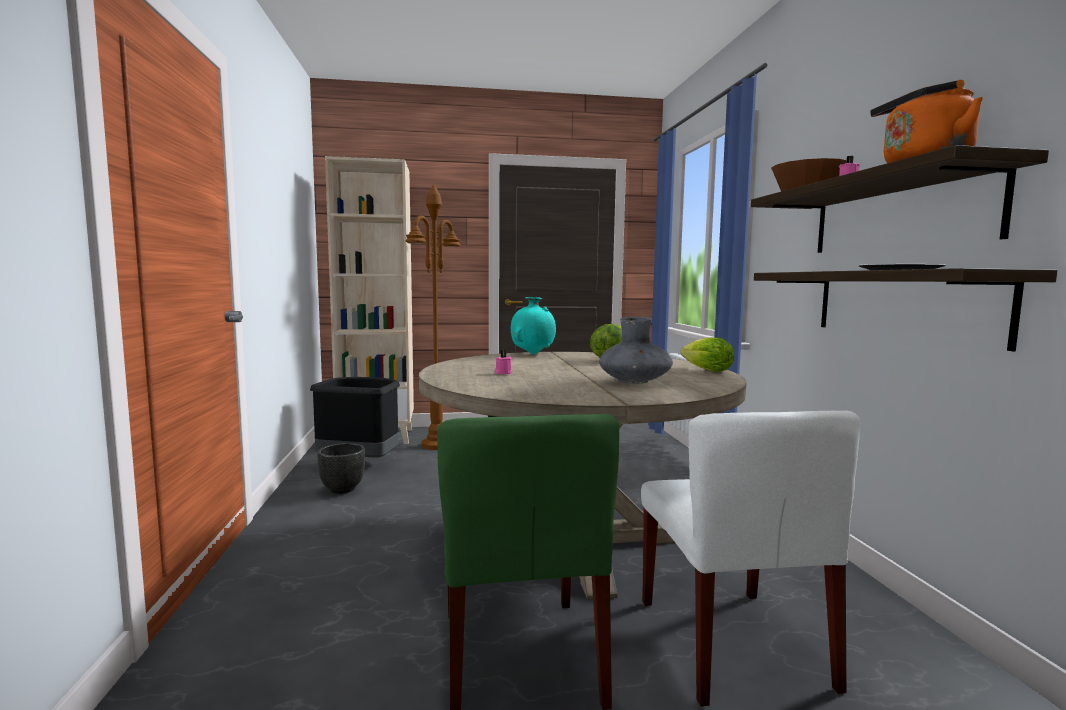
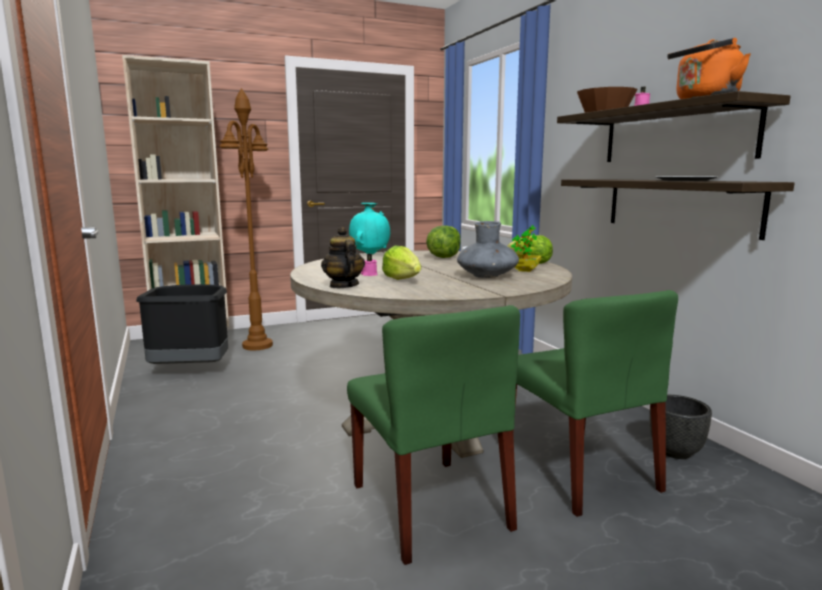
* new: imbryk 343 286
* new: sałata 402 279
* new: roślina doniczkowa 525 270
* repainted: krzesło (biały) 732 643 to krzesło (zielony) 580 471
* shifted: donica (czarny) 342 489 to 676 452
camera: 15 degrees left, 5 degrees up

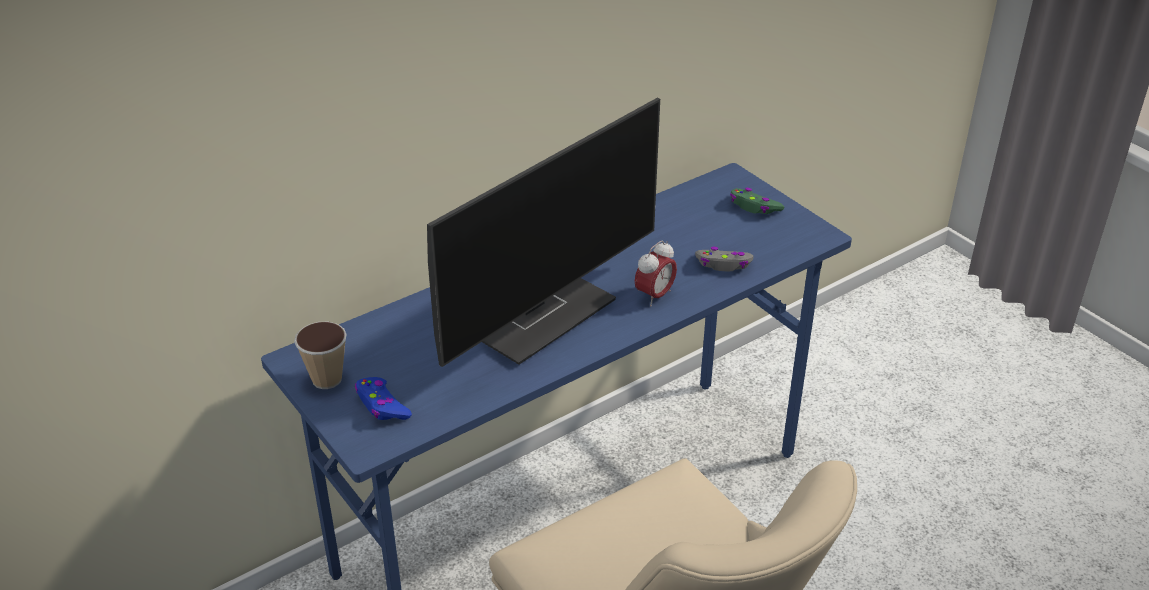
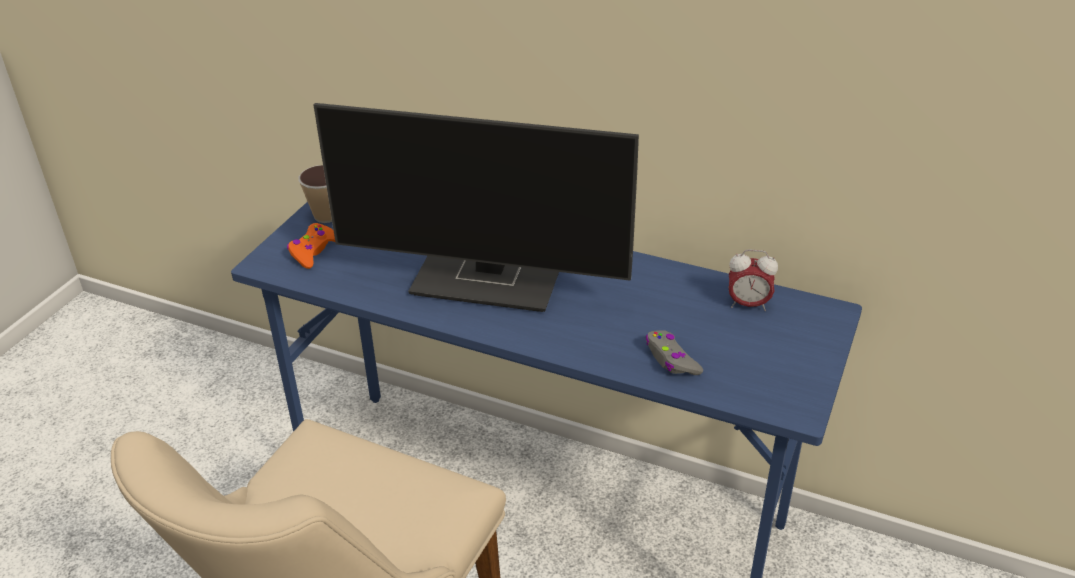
* repainted: pad do gier (niebieski) 382 406 to pad do gier (pomarańczowy) 314 251
* shifted: budzik 654 296 to 748 304
* gone: pad do gier (zielony) 754 207
camera: 60 degrees right, 0 degrees up

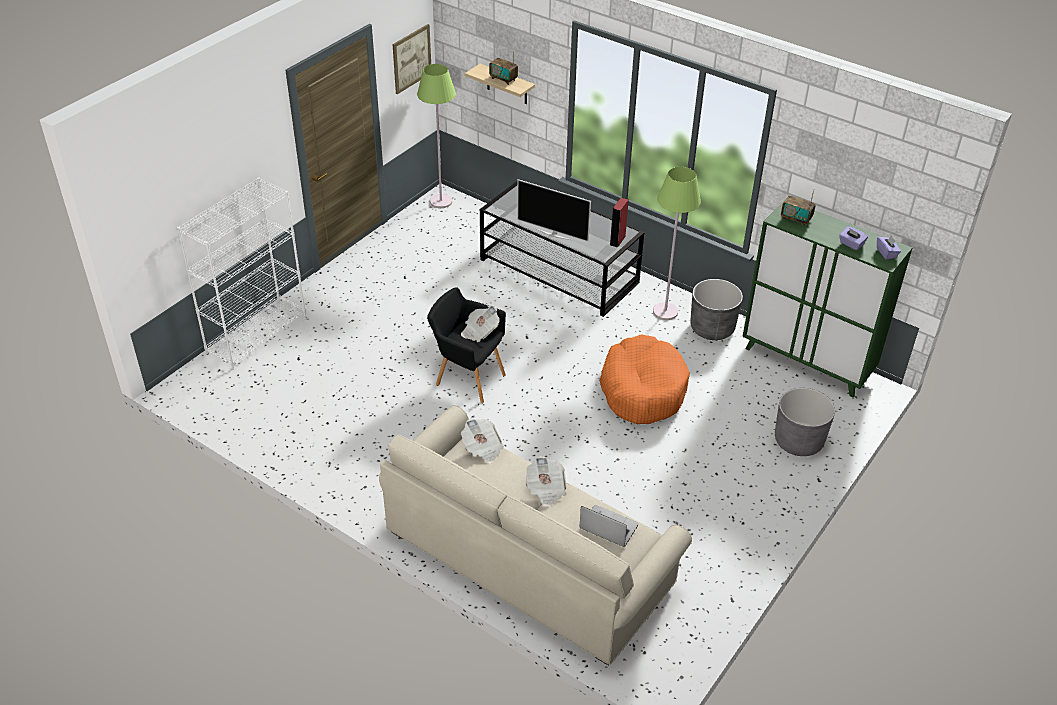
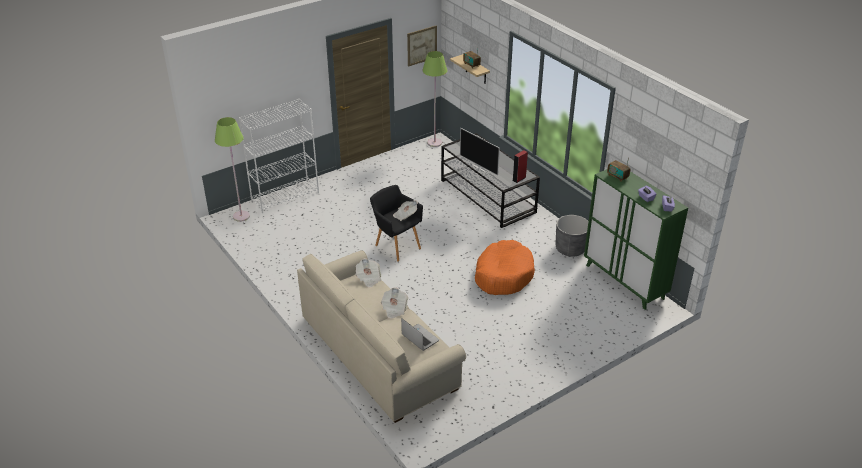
* shifted: lampa stojąca (zielony) 665 312 to 241 216
* gone: donica (szary) 798 441
camera: 20 degrees right, 5 degrees down

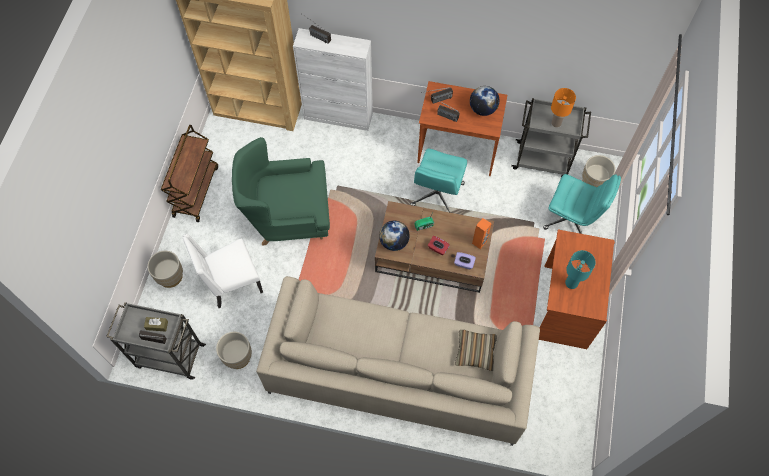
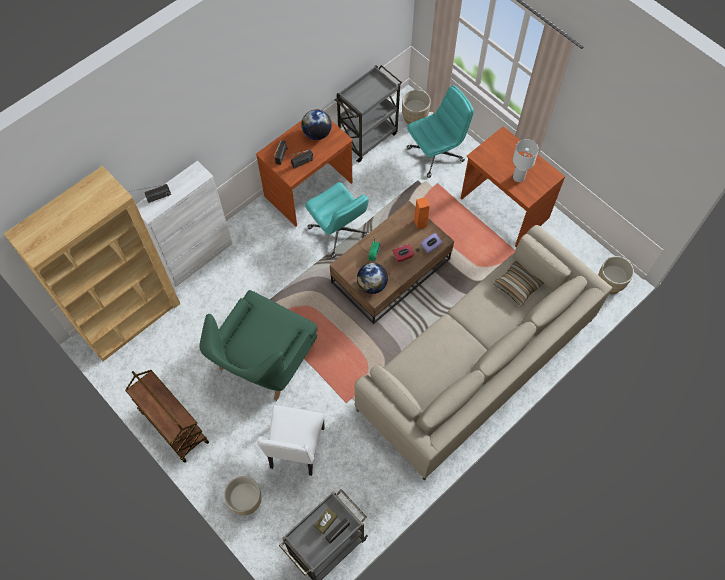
* repainted: lampa stołowa (turkusowy) 571 283 to lampa stołowa (biały) 518 177
* shifted: donica (beżowy) 237 356 to 610 283
* gone: lampa stołowa (pomarańczowy) 556 123
camera: 55 degrees left, 0 degrees up

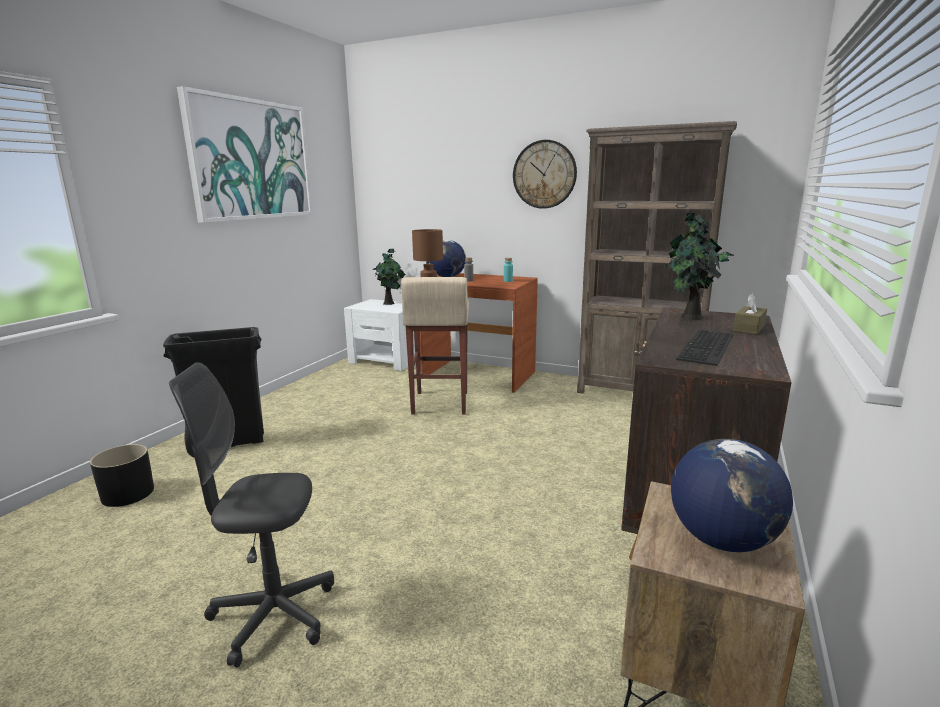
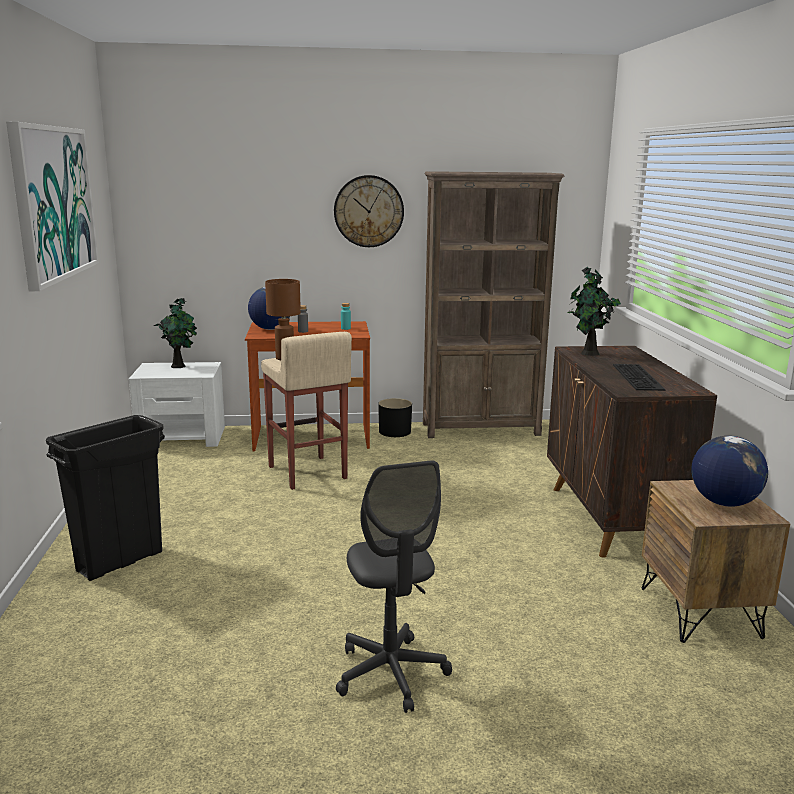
* rotated: krzesło biurowe (szary) 273 615 = 391 673 75 degrees counterclockwise
* shifted: donica (czarny) 128 494 to 395 432
* gone: pudełko chusteczek (brązowy) 749 328
camera: 30 degrees left, 0 degrees up

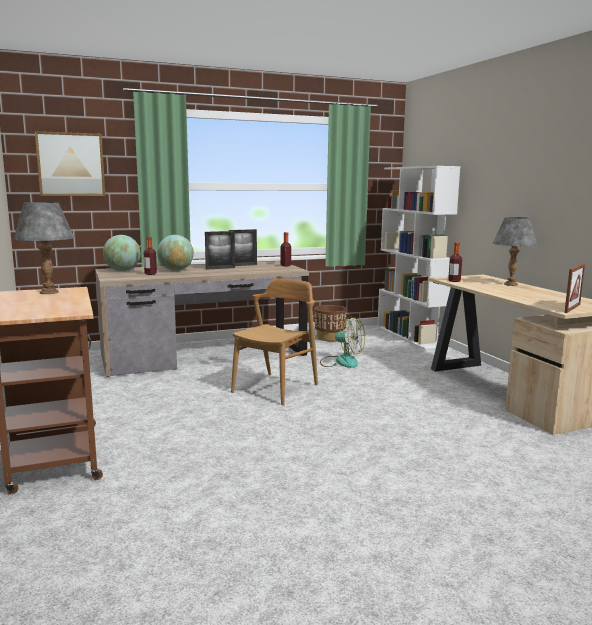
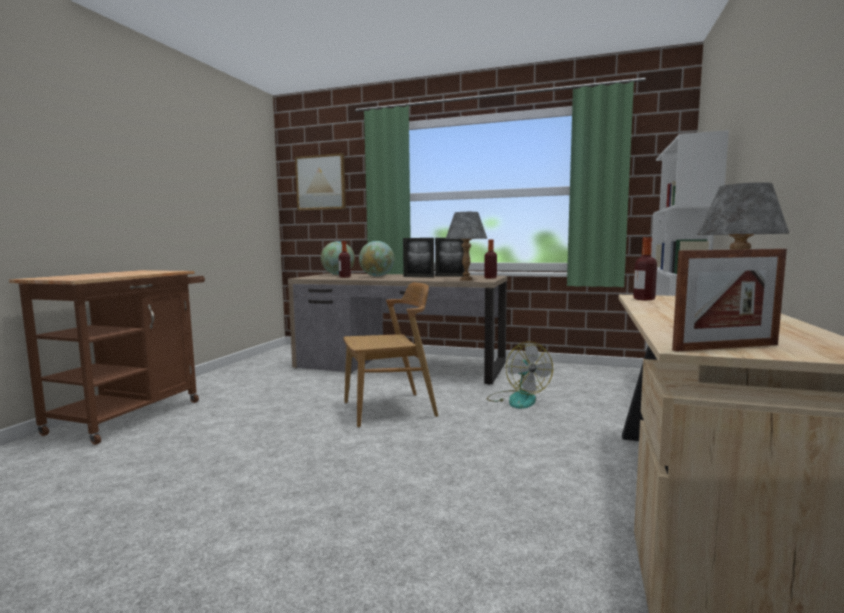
* shifted: lampa stołowa (szary) 48 292 to 466 280
* gone: donica (brązowy) 330 338
camera: 40 degrees right, 5 degrees down

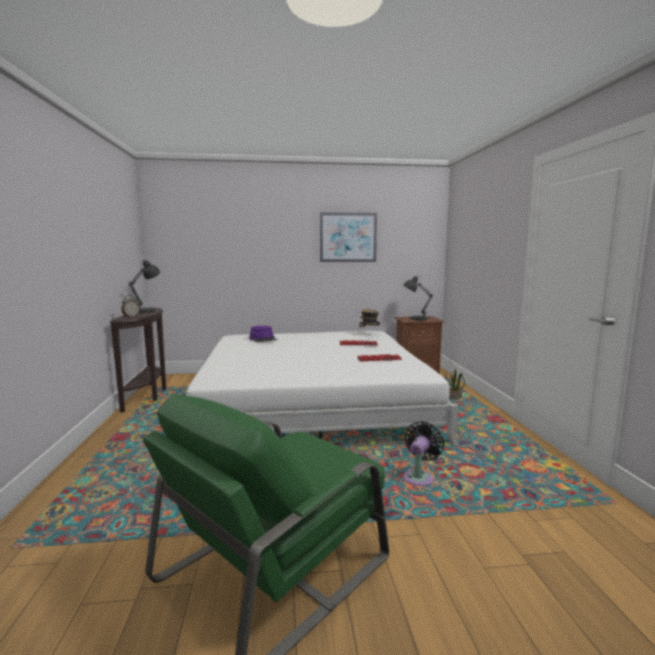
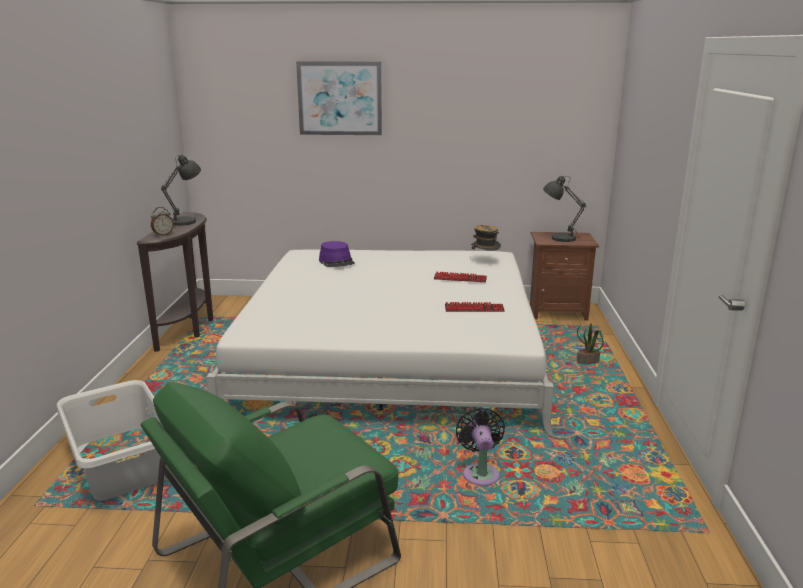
* new: kosz na pranie (szary) 122 462
* shifted: obraz 348 237 to 340 98
* rotated: wentylator (czarny) 419 477 = 480 473 45 degrees counterclockwise
camera: 10 degrees right, 10 degrees up

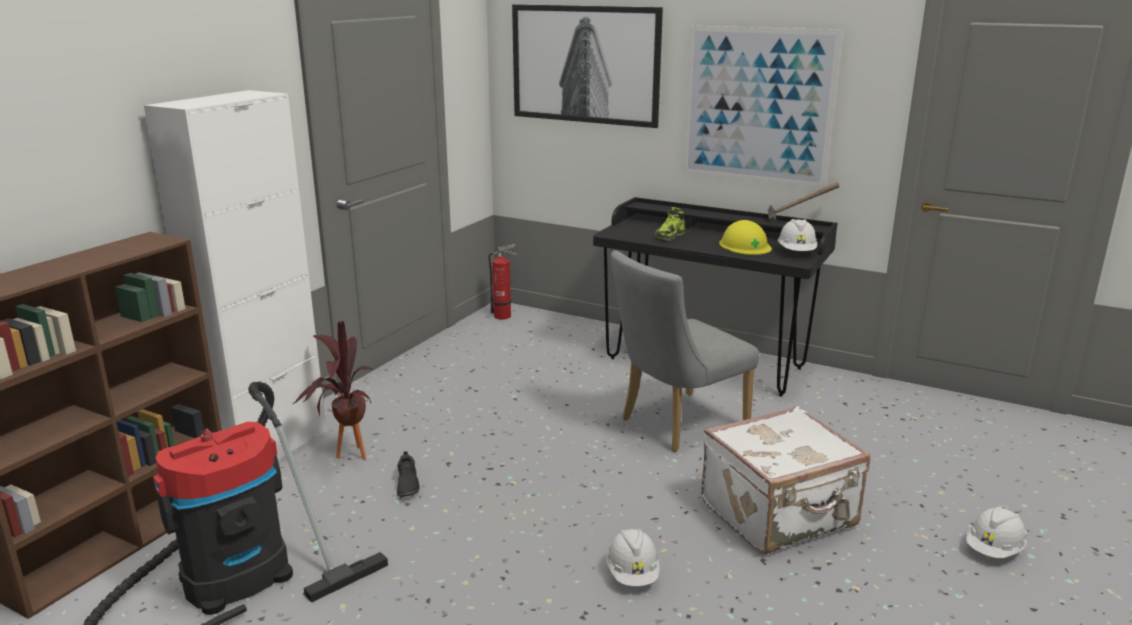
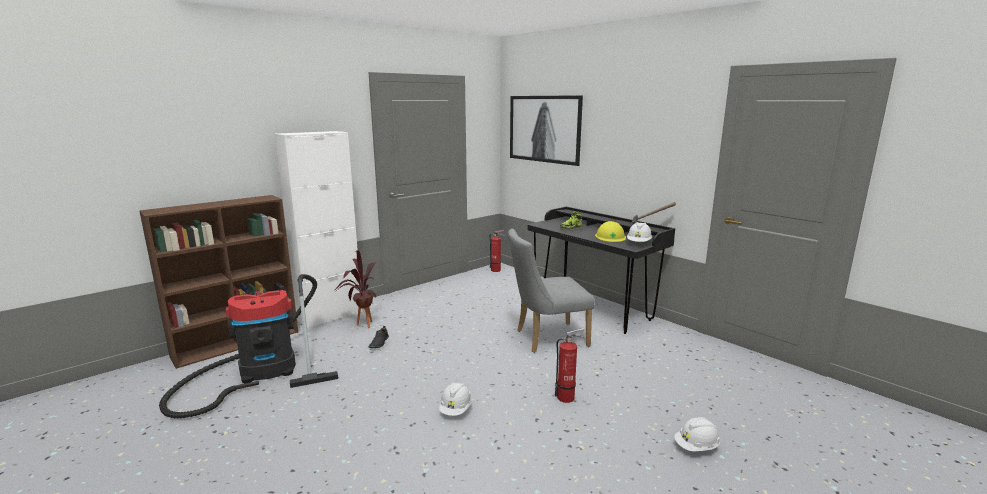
* swapped: walizka (biały) 780 515 to gaśnica 568 397
* gone: obraz 757 106
camera: 20 degrees right, 5 degrees down

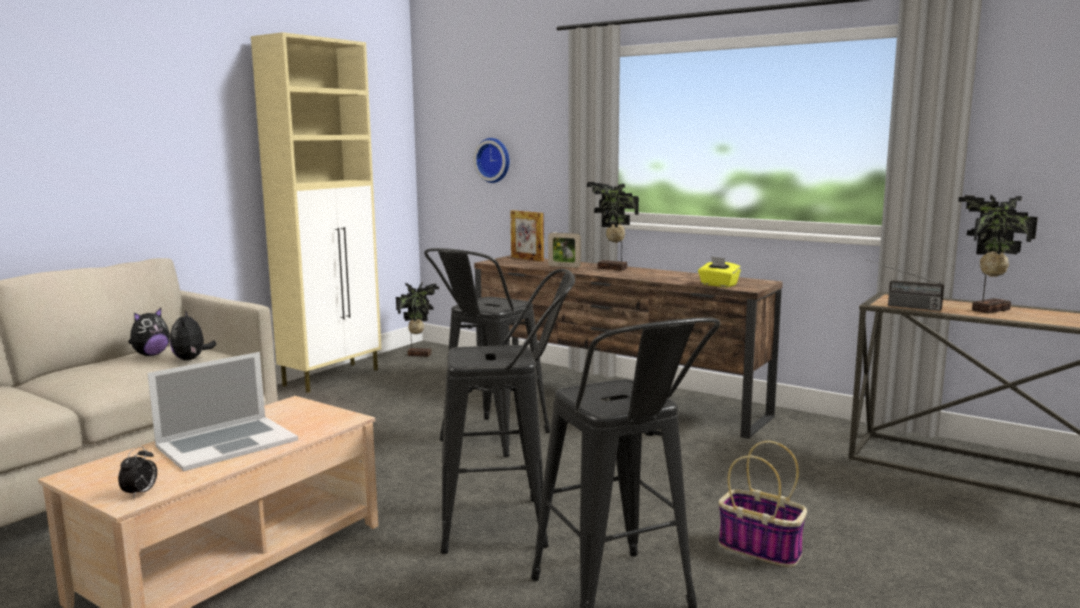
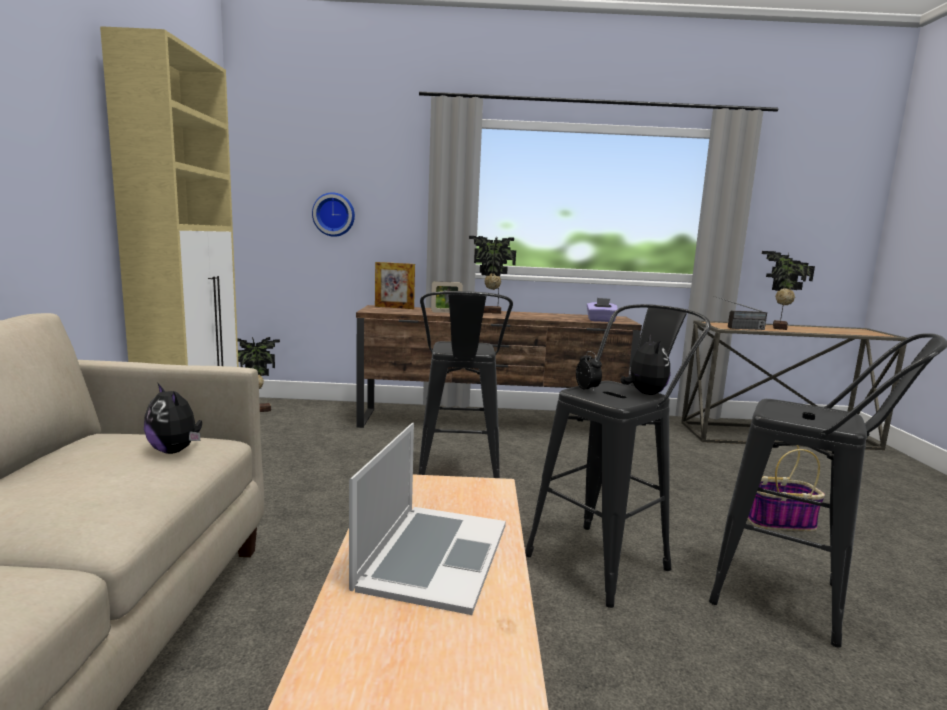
* shifted: budzik 140 493 to 587 390
* repainted: pudełko chusteczek (żółty) 718 285 to pudełko chusteczek (fioletowy) 601 320
* shifted: pluszak 151 355 to 644 394
camera: 35 degrees left, 0 degrees up

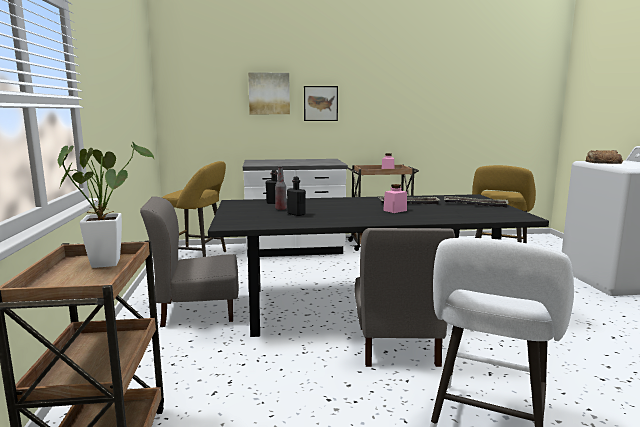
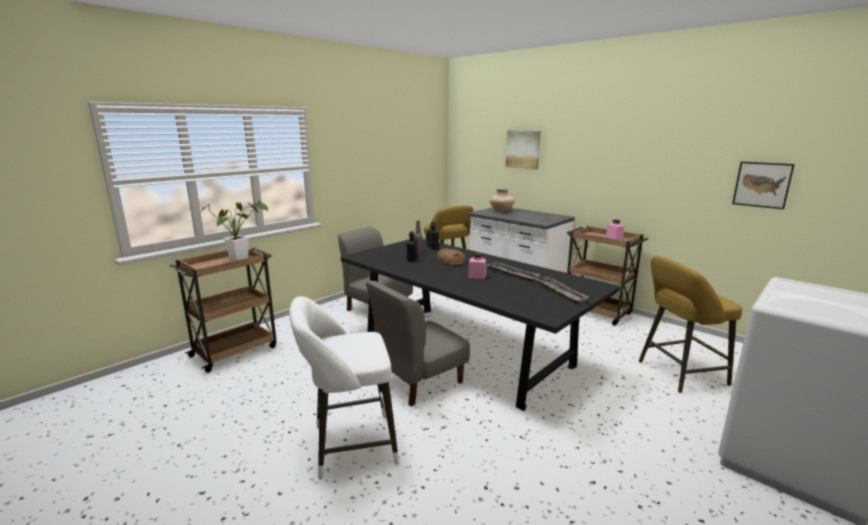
* shifted: chleb 602 162 to 451 261
* new: wazon (beżowy) 501 211
* shifted: obraz 320 103 to 762 184
camera: 50 degrees right, 5 degrees up

